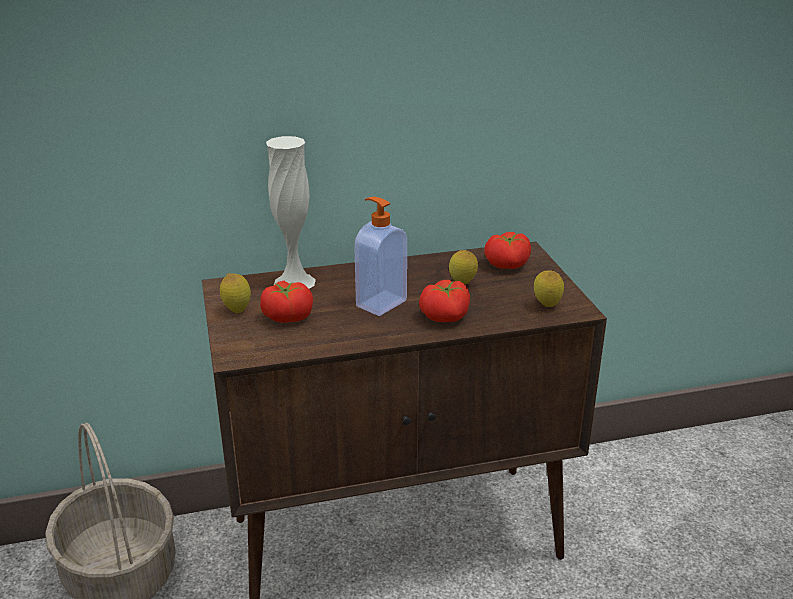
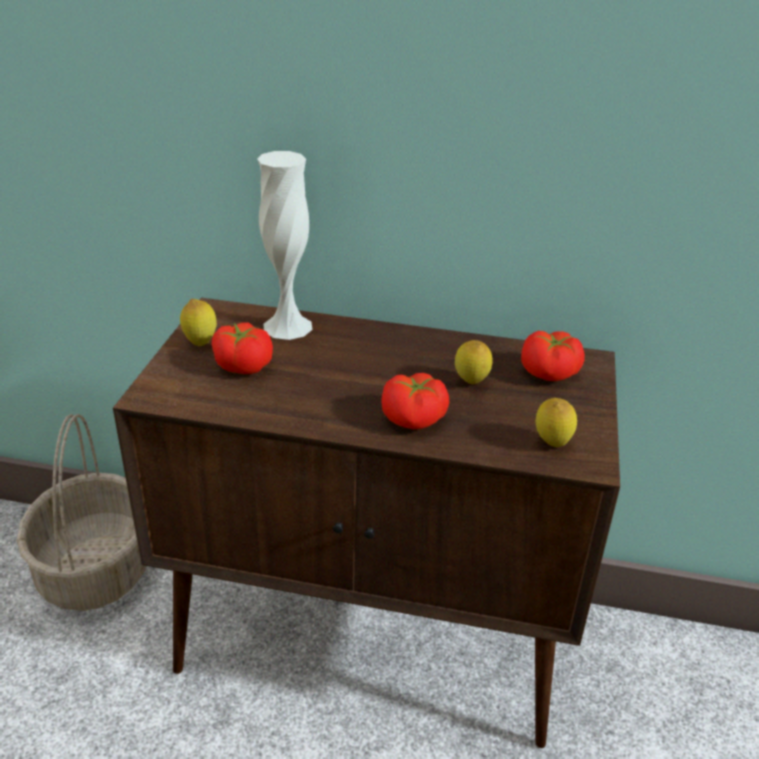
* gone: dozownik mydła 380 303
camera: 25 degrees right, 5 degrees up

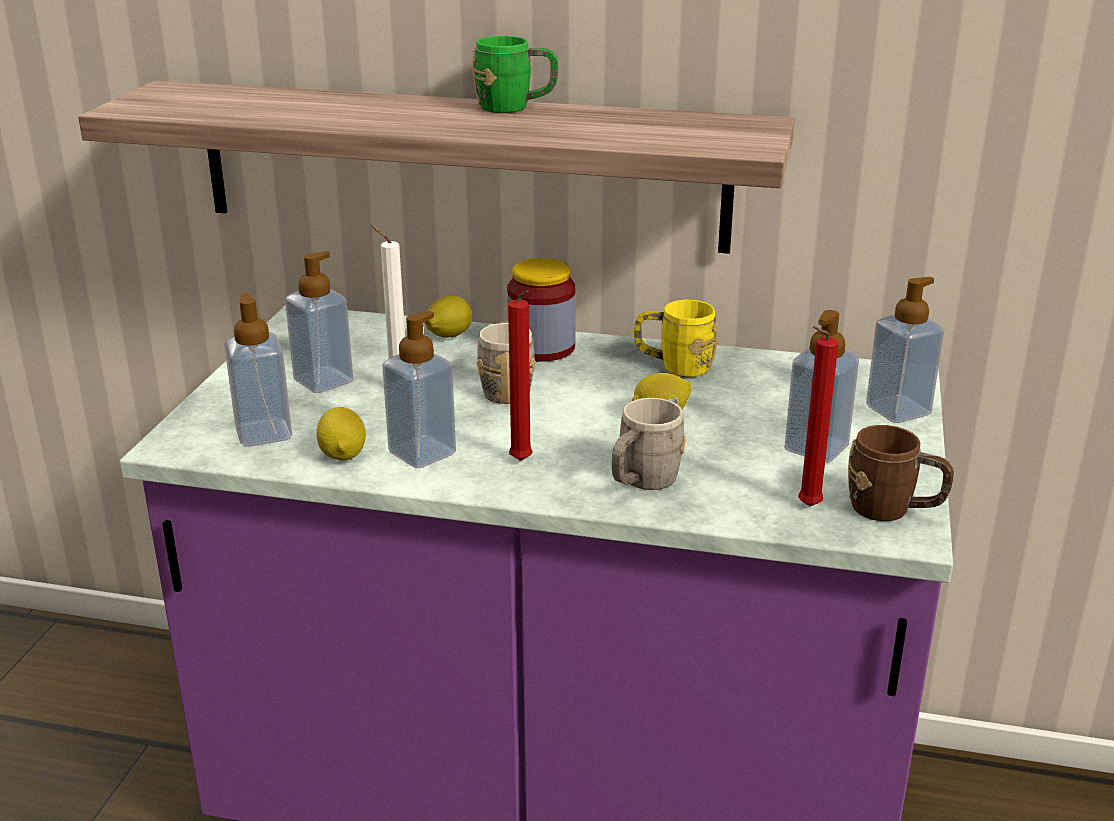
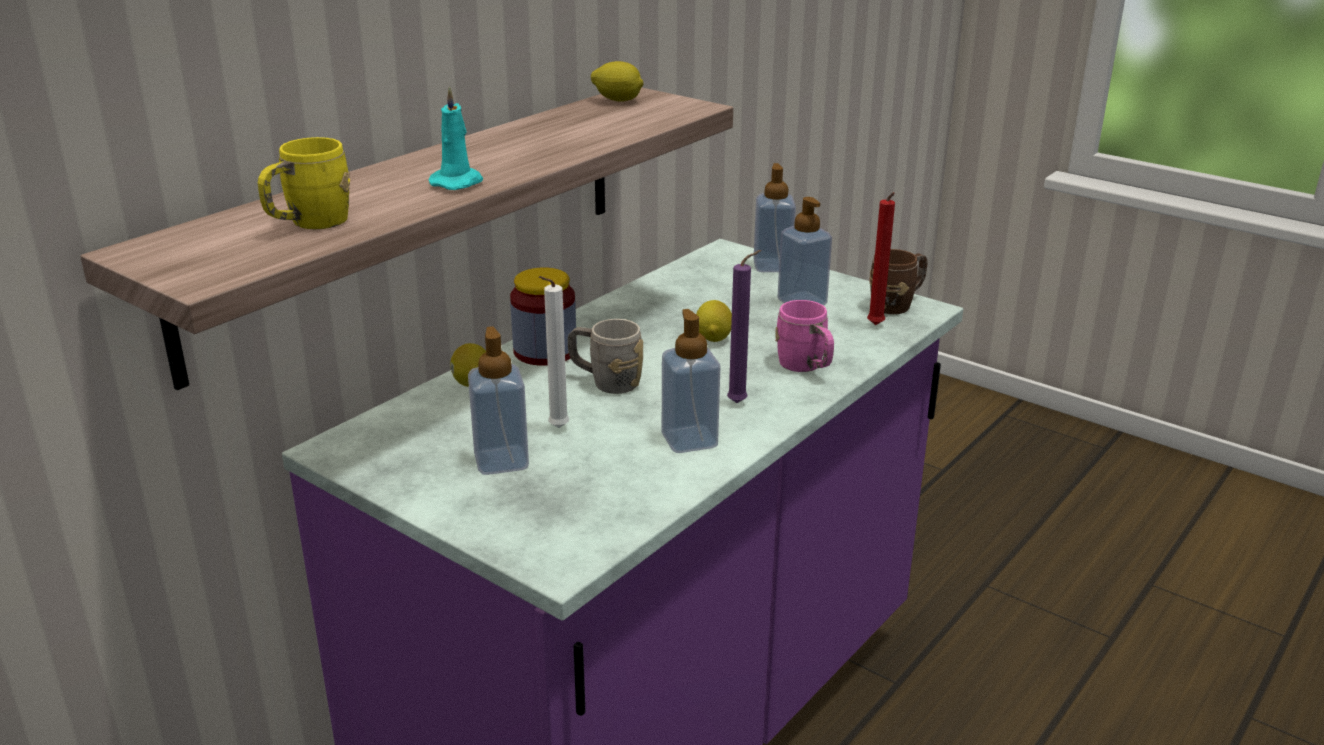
* shifted: kubek (żółty) 674 367 to 309 224
* new: świeca (turkusowy) 458 182
* shifted: cytryna 343 454 to 618 100
* repainted: świeca (czerwony) 522 462 to świeca (fioletowy) 740 403
* repainted: kubek (szary) 642 483 to kubek (różowy) 806 367
* gone: dozownik mydła 264 433
* gone: kubek (zielony) 515 107
camera: 65 degrees left, 0 degrees up

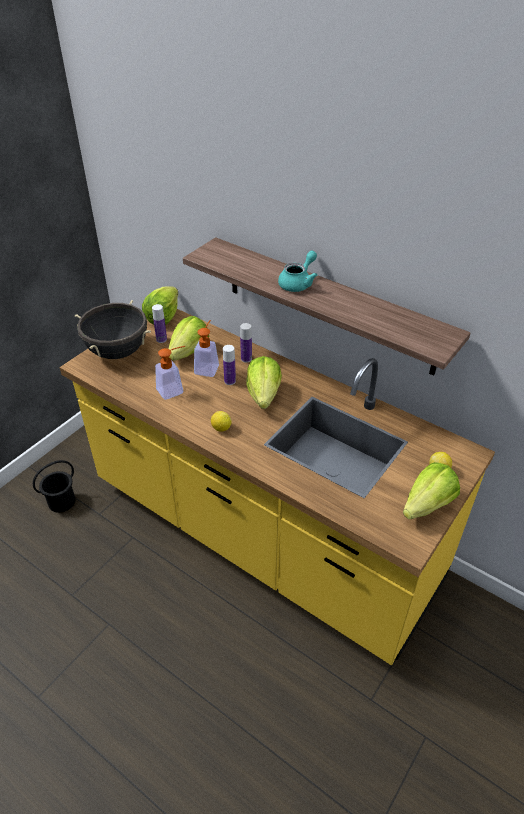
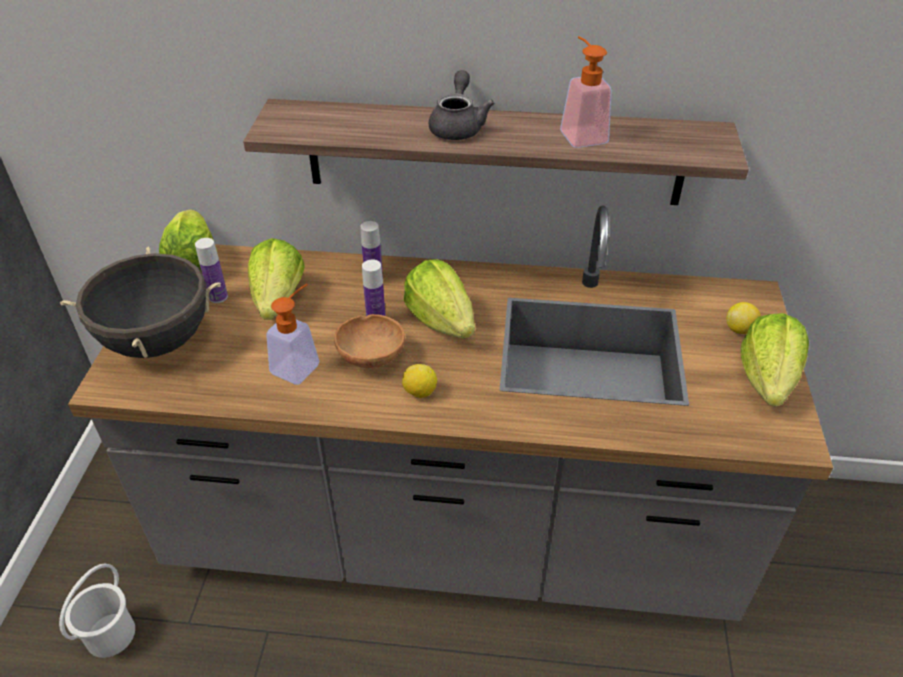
* repainted: wiadro (czarny) 61 501 to wiadro (biały) 109 634
* repainted: zabudowa kuchenna (żółty) 262 532 to zabudowa kuchenna (szary) 451 531
* new: miska (brązowy) 372 356
* repainted: imbryk (turkusowy) 298 283 to imbryk (szary) 458 126
* shifted: dozownik mydła 208 367 to 580 133
camera: 30 degrees left, 0 degrees up

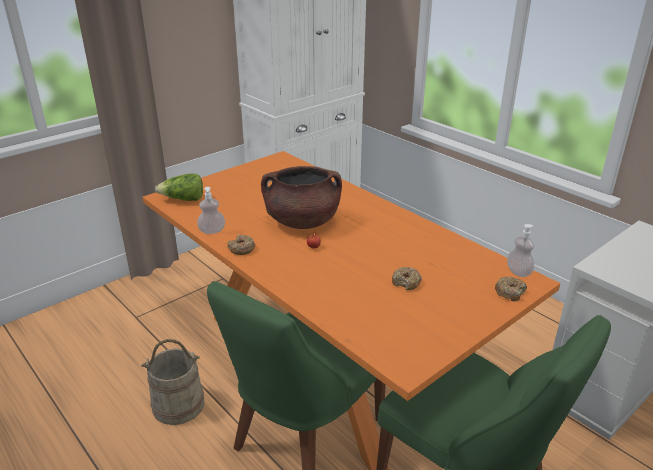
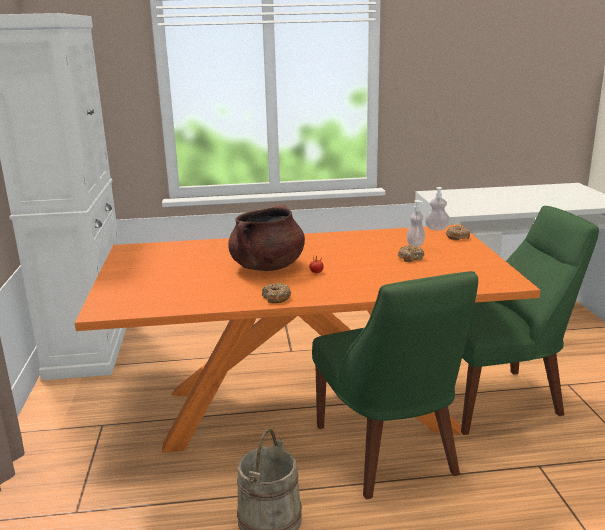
* shifted: dozownik mydła 212 231 to 415 245
* gone: sałata 183 199
camera: 55 degrees left, 10 degrees down

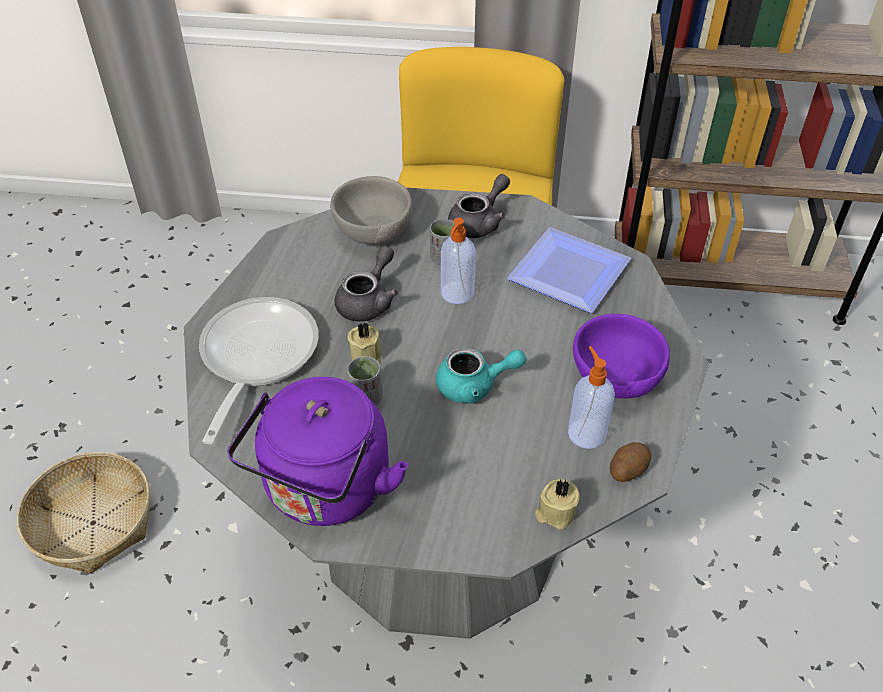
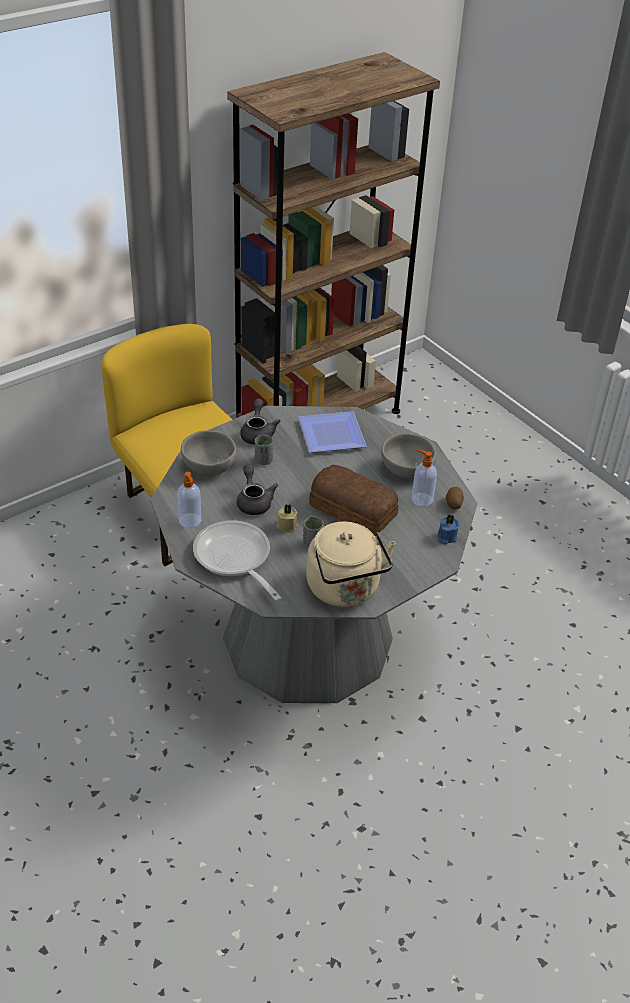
* shifted: dozownik mydła 456 294 to 190 521
* repainted: czajnik (fioletowy) 325 491 to czajnik (beżowy) 345 590
* swapped: imbryk (turkusowy) 474 386 to chleb 352 509
* repainted: miska (fioletowy) 617 376 to miska (szary) 406 468
* repainted: świeca (beżowy) 555 513 to świeca (niebieski) 446 537
* gone: koszyk 93 523
camera: 45 degrees left, 5 degrees down

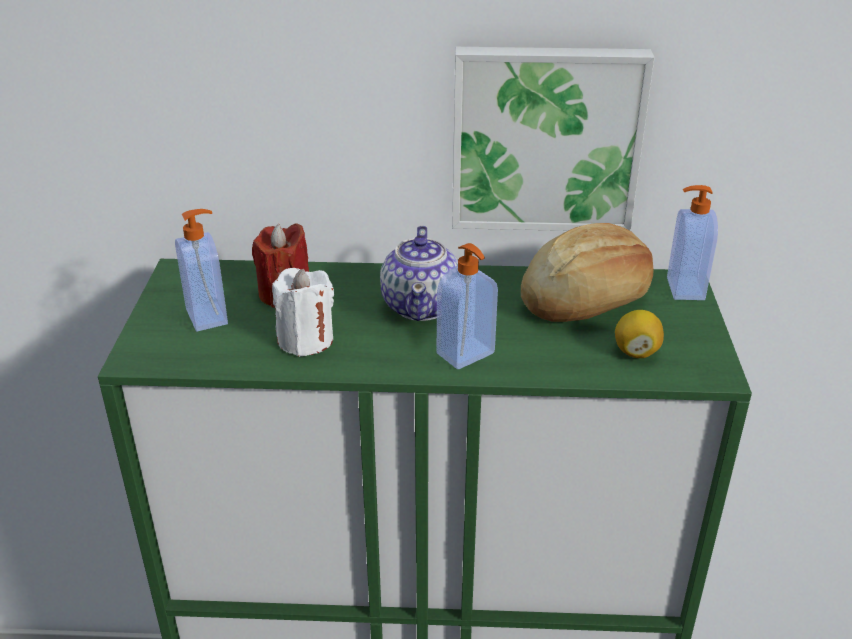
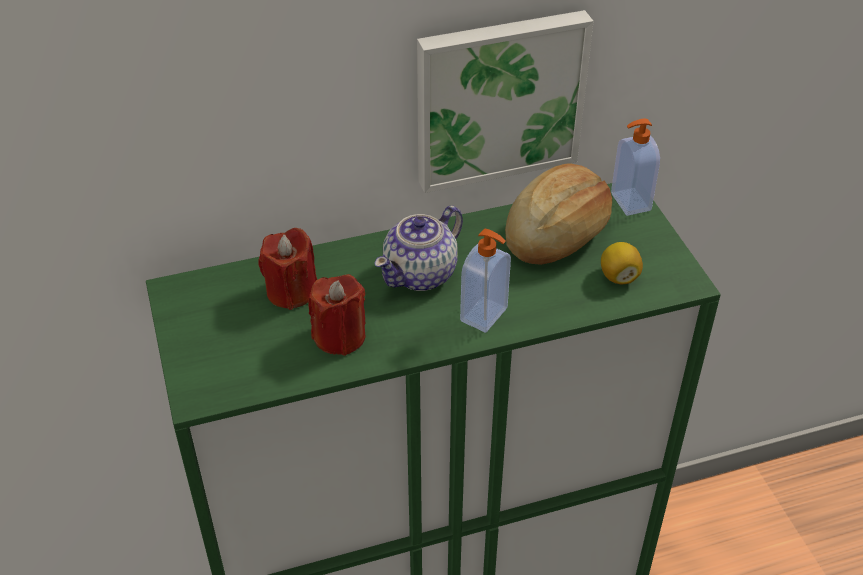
* repainted: świeca (biały) 305 340 to świeca (czerwony) 340 336
* rotated: imbryk 422 305 = 421 274 60 degrees clockwise
* gone: dozownik mydła 208 316
camera: 20 degrees left, 10 degrees up

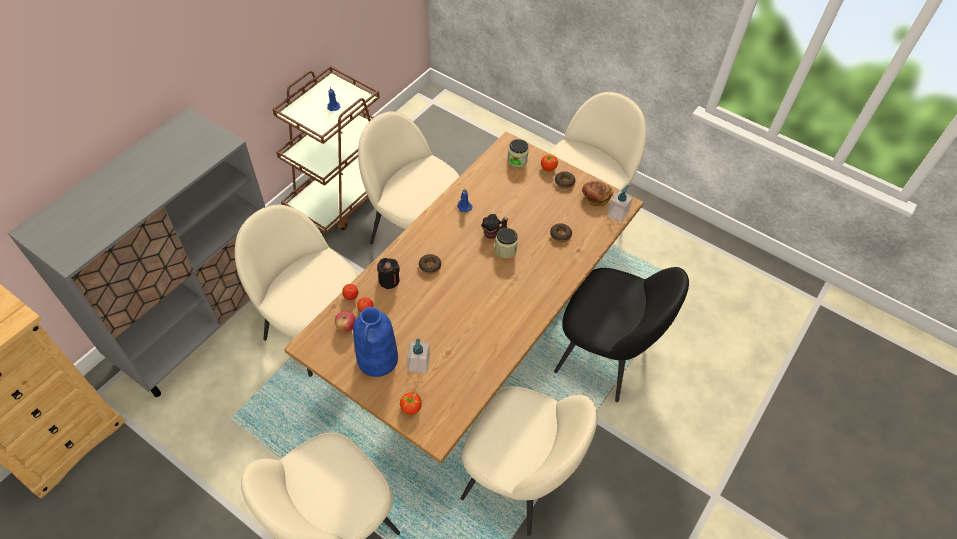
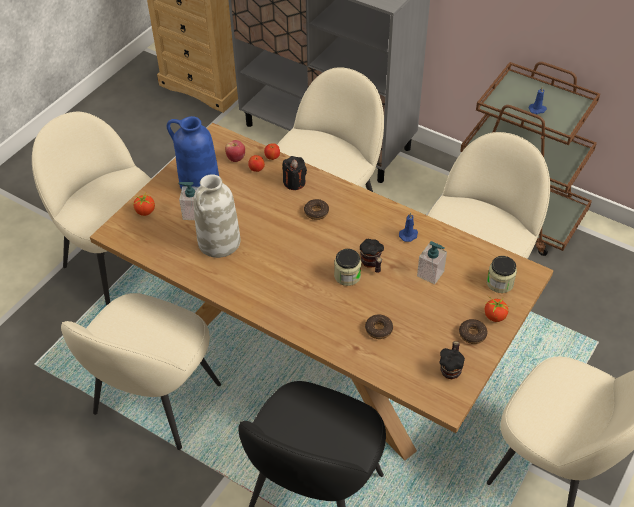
* new: wazon (biały) 219 243
* shifted: dozownik mydła 617 214 to 430 274
* swapped: chleb 595 198 to kubek 451 369
camera: 90 degrees right, 5 degrees down

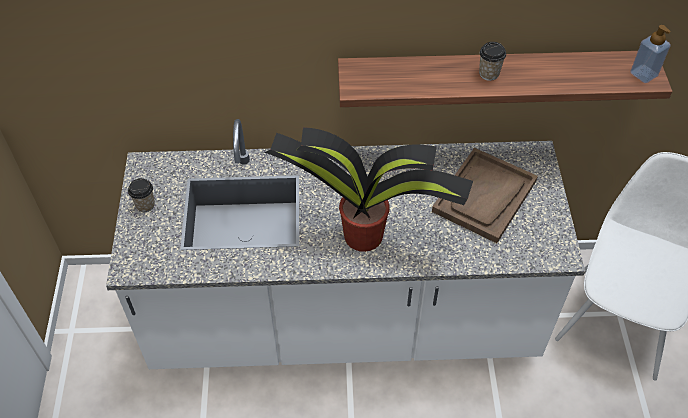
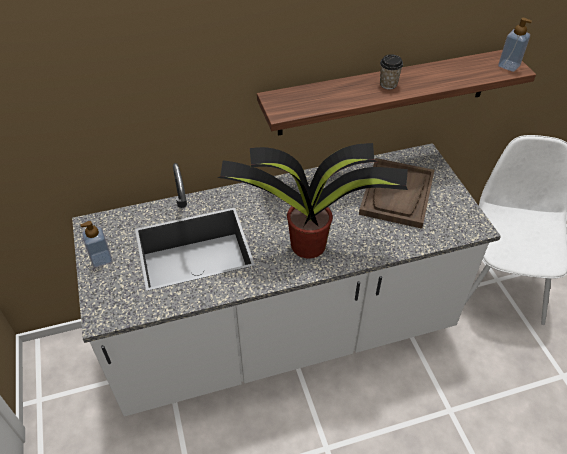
* swapped: filiżanka 145 205 to dozownik mydła 101 259
camera: 15 degrees left, 5 degrees down

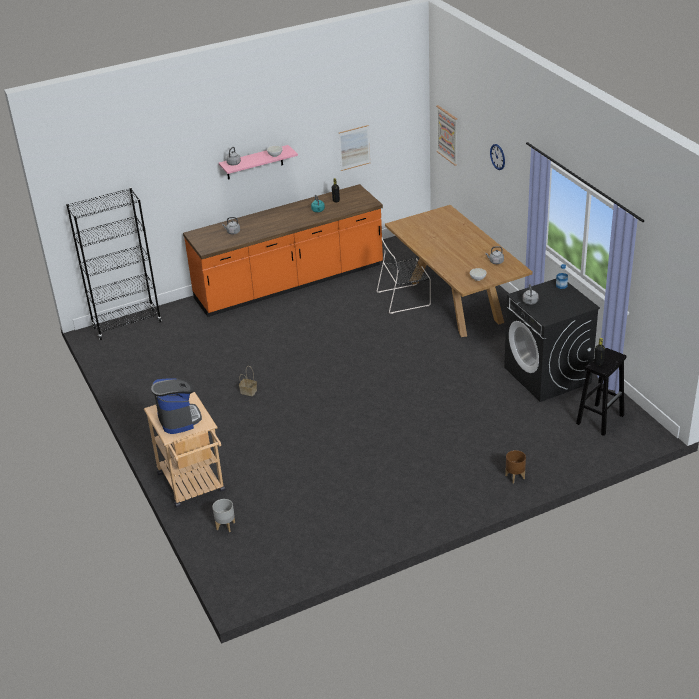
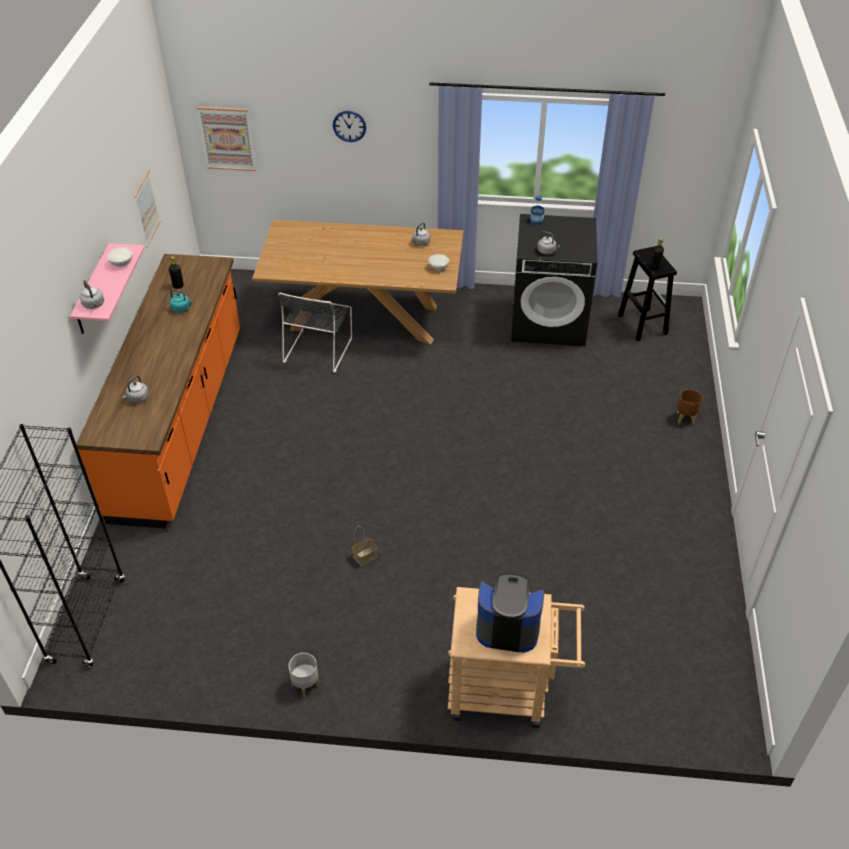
* shifted: donica (szary) 226 526 to 306 684
camera: 60 degrees left, 10 degrees up

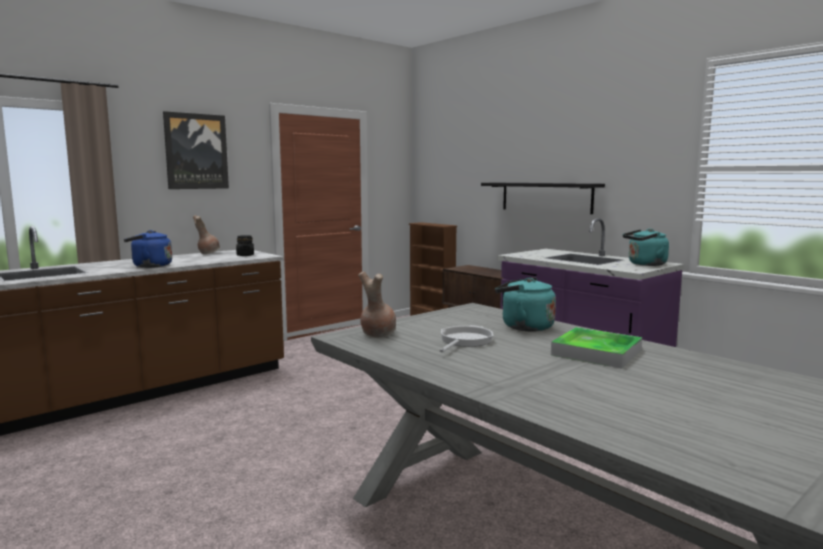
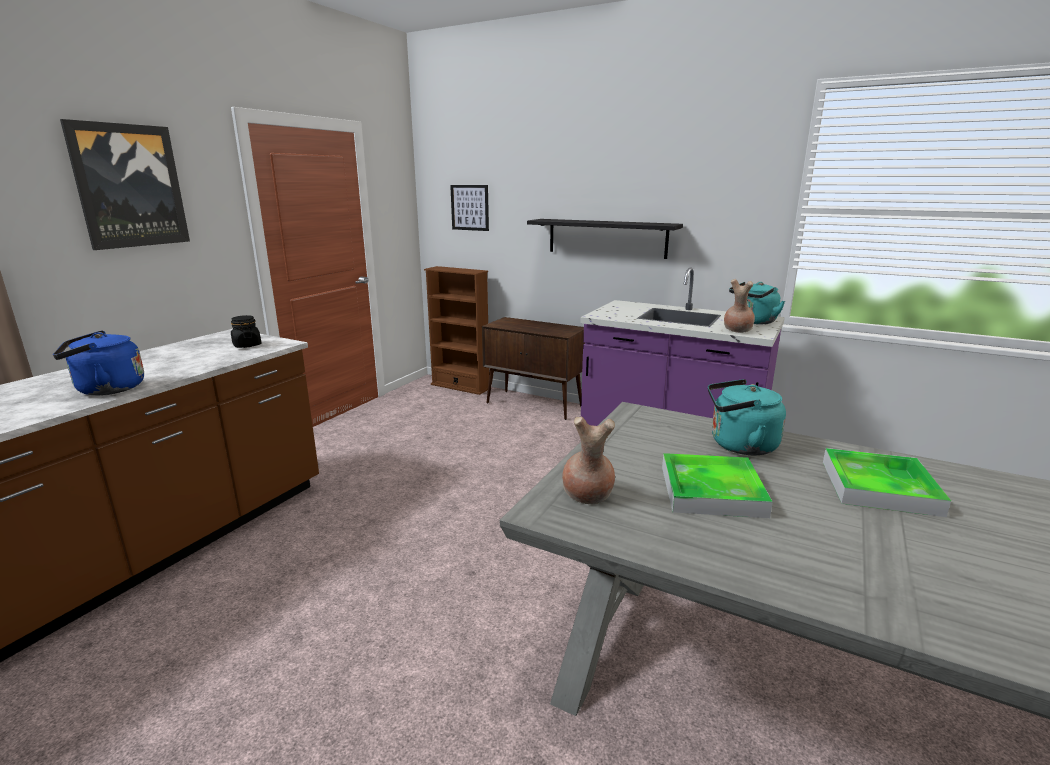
* new: obraz 470 207
* swapped: patelnia 464 341 to taca 711 491
* shifted: wazon (brązowy) 208 253 to 736 330
camera: 20 degrees left, 10 degrees up

